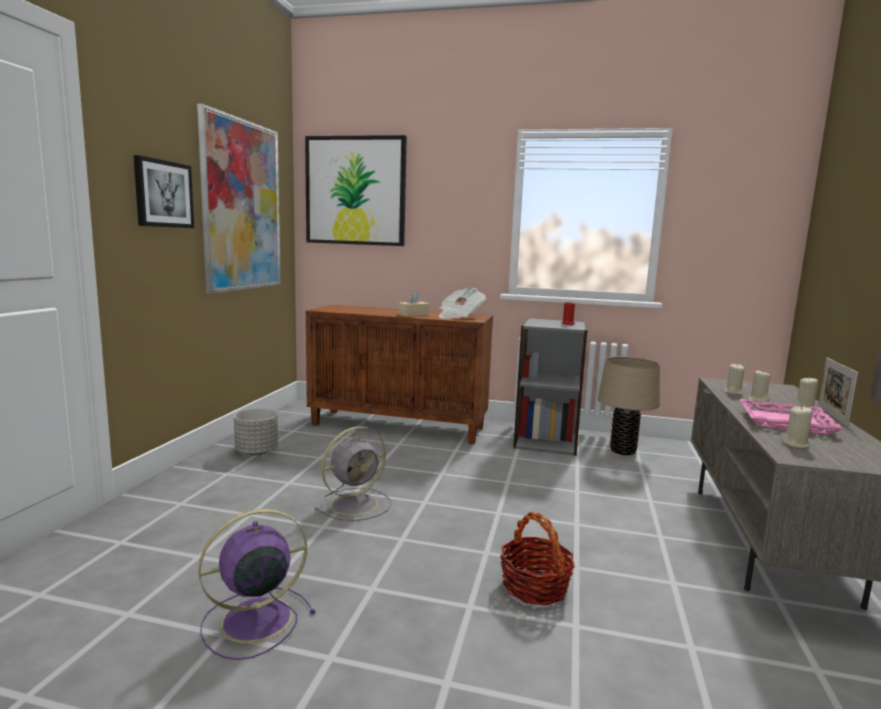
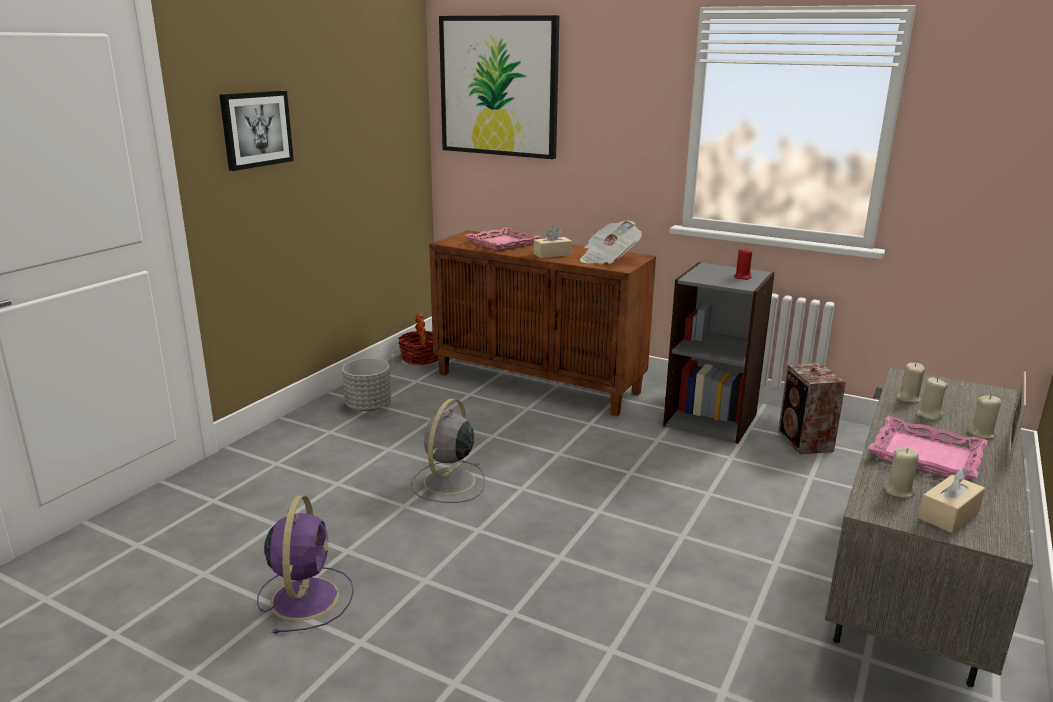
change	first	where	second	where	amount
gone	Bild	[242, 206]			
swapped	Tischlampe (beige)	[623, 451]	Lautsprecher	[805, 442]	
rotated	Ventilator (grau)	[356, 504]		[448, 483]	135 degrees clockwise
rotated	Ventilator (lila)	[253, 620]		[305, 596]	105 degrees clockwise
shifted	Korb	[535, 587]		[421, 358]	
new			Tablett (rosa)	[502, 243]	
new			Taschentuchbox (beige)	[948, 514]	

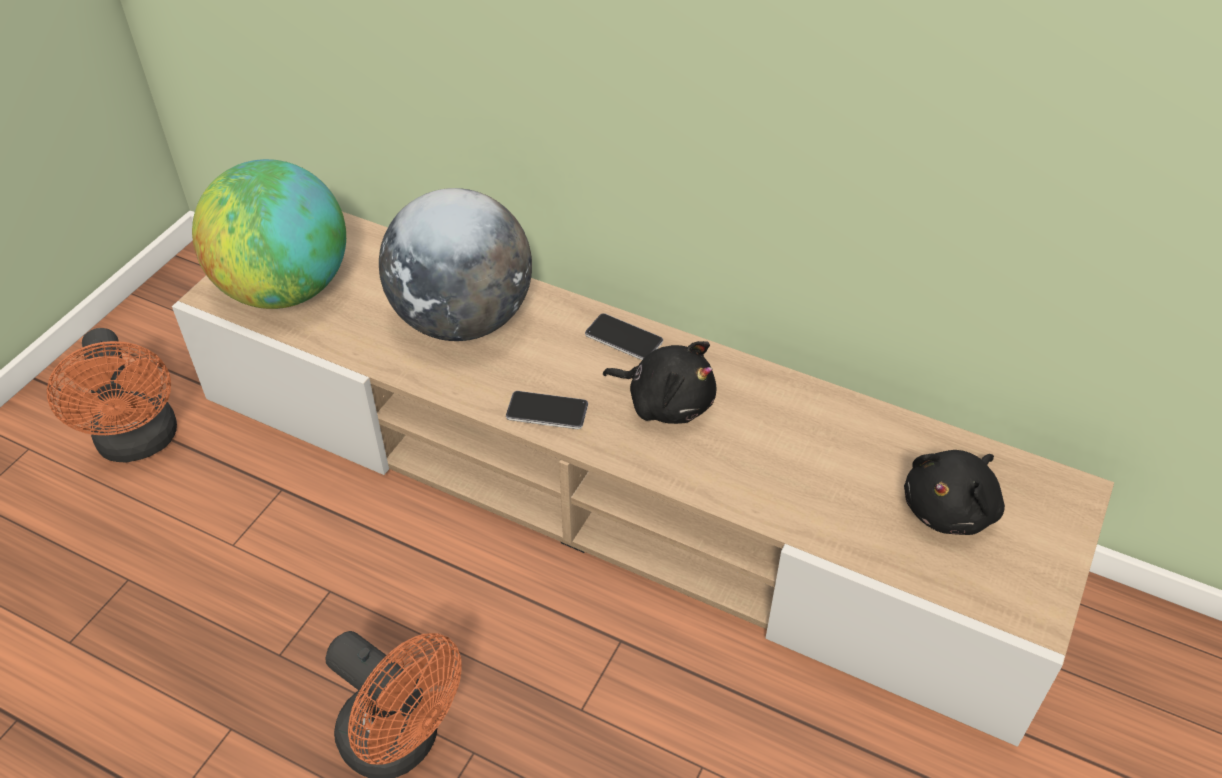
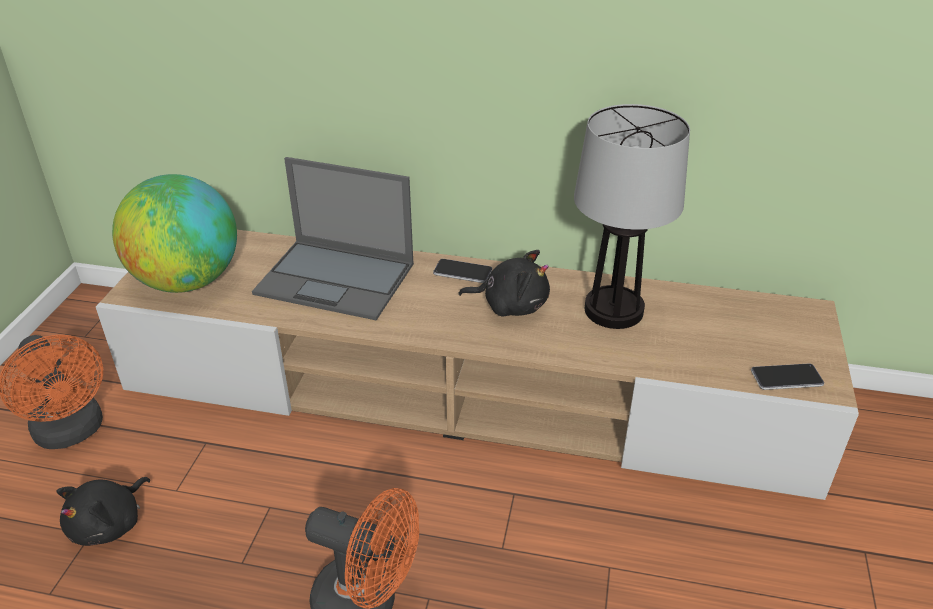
change	first	where	second	where	amount
swapped	Globus	[463, 319]	Laptop	[337, 279]	
shifted	Handy	[547, 411]		[786, 378]	
shifted	Plüschtier (schwarz)	[951, 508]		[110, 524]	
new			Tischlampe	[613, 309]	

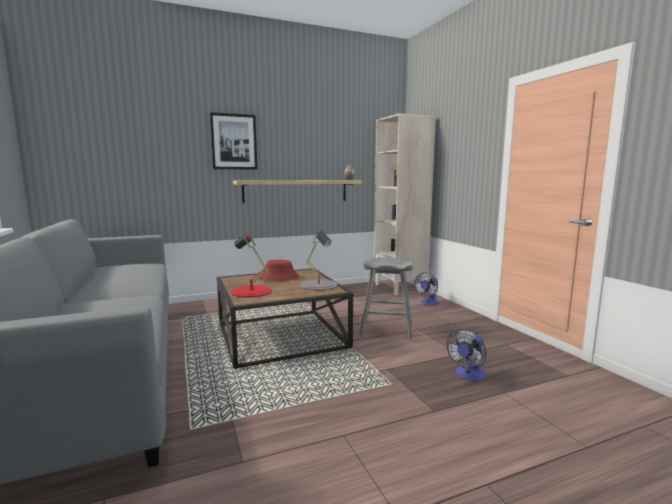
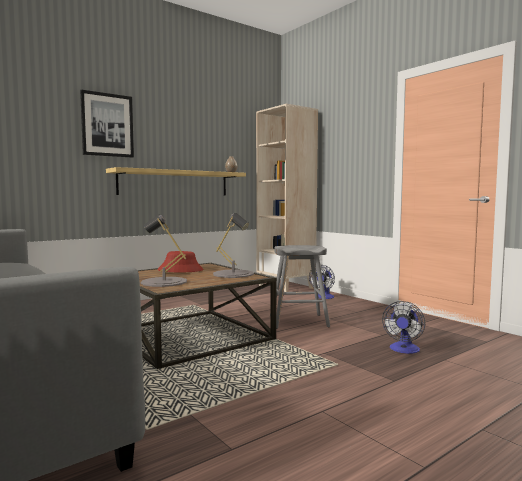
change	first	where	second	where	amount
repainted	Tischlampe (rot)	[251, 291]	Tischlampe (grau)	[164, 282]	

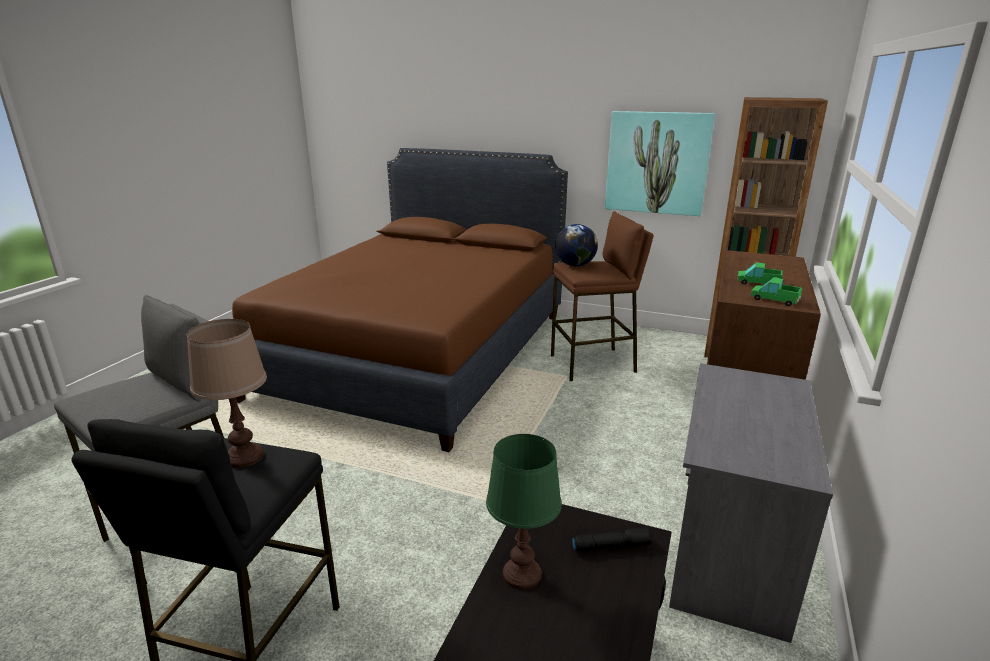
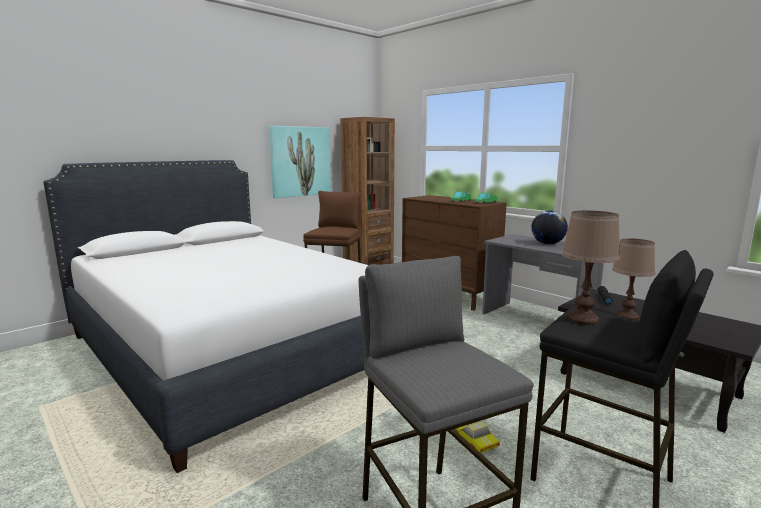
change	first	where	second	where	amount
repainted	Bett (braun)	[420, 353]	Bett (weiß)	[227, 350]	
shifted	Globus	[575, 265]		[547, 244]	
repainted	Tischlampe (grün)	[521, 574]	Tischlampe (braun)	[627, 316]	
new			Spielzeugauto	[473, 440]	

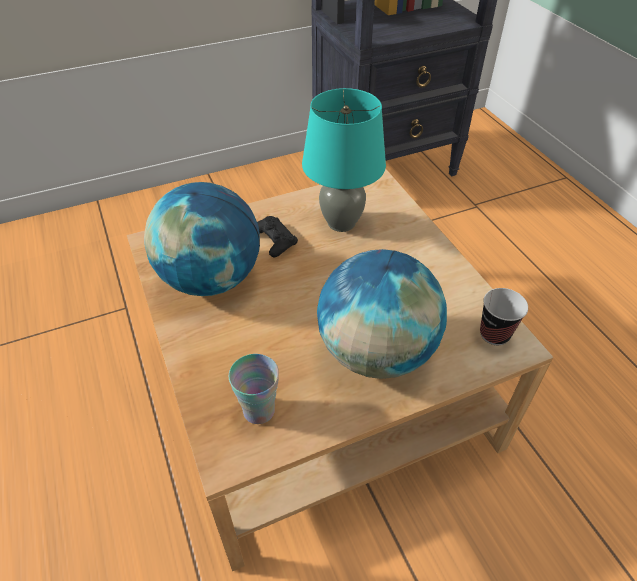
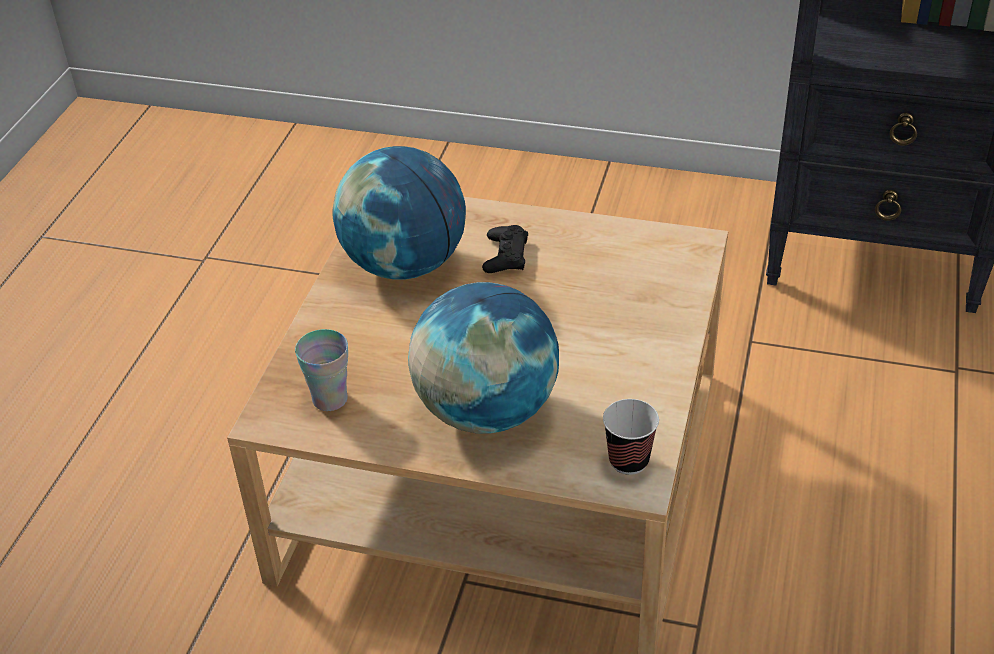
change	first	where	second	where	amount
gone	Tischlampe (türkis)	[341, 223]			

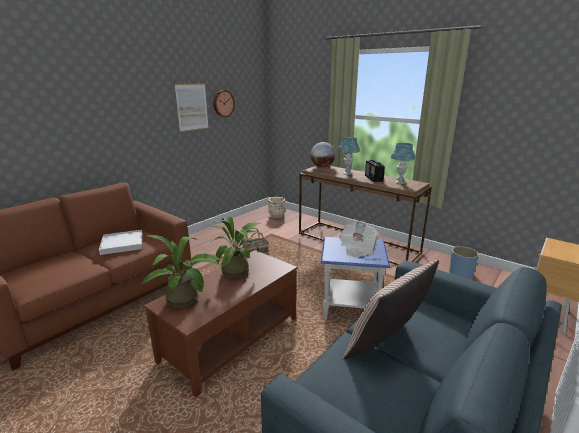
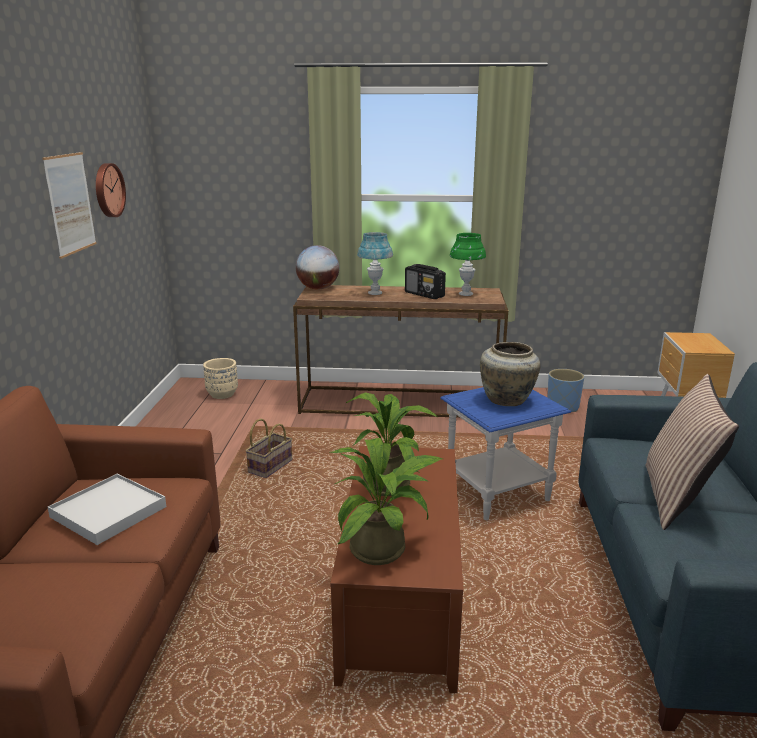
change	first	where	second	where	amount
repainted	Tischlampe (blau)	[400, 182]	Tischlampe (grün)	[466, 294]	
swapped	Zeitung	[357, 249]	Vase (beige)	[507, 400]	

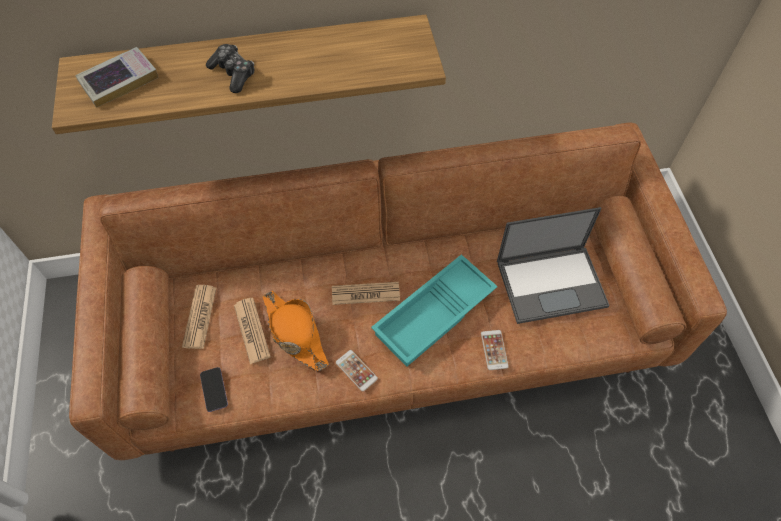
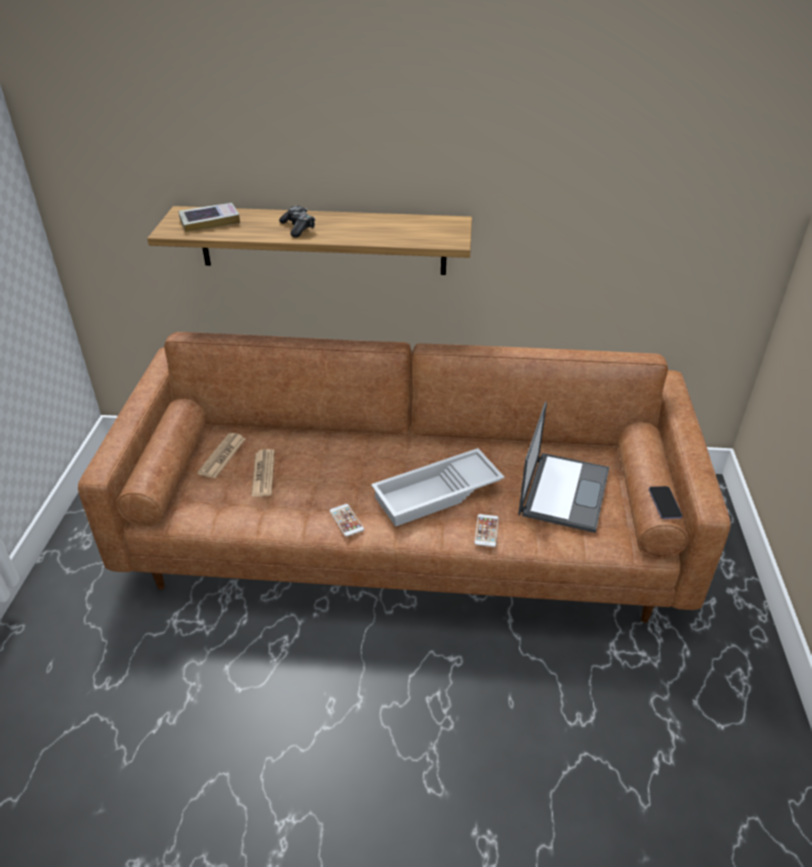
change	first	where	second	where	amount
rotated	Laptop	[552, 283]		[564, 491]	75 degrees counterclockwise
repainted	Tablett (türkis)	[434, 316]	Tablett (weiß)	[437, 494]	
gone	Zeitung	[365, 293]			
gone	Hut (orange)	[294, 333]			
shifted	Handy	[214, 390]		[664, 503]	

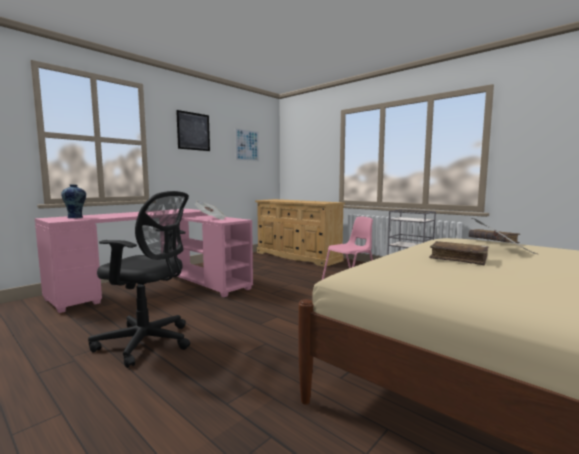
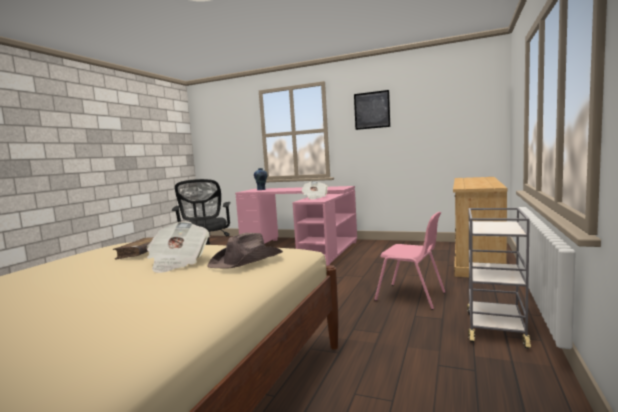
change	first	where	second	where	amount
gone	Bild	[247, 145]			
swapped	Buch (braun)	[492, 241]	Hut (braun)	[247, 260]	

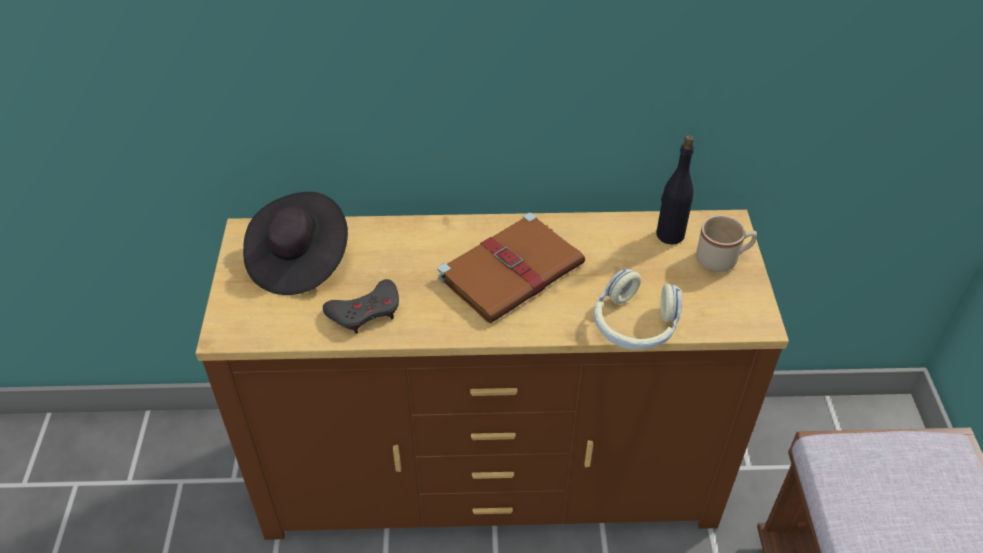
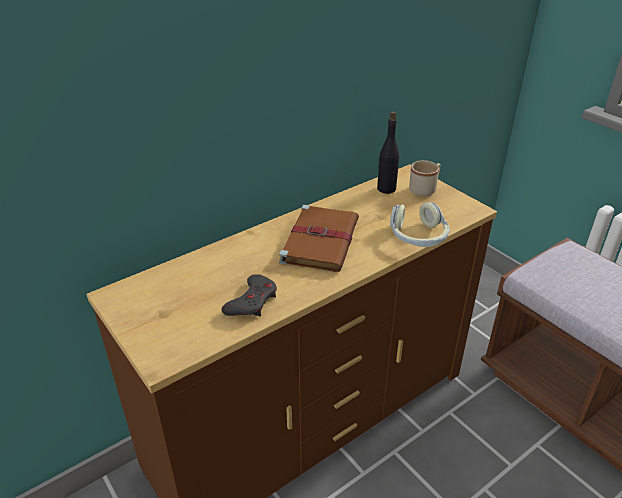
change	first	where	second	where	amount
gone	Hut (schwarz)	[298, 261]			

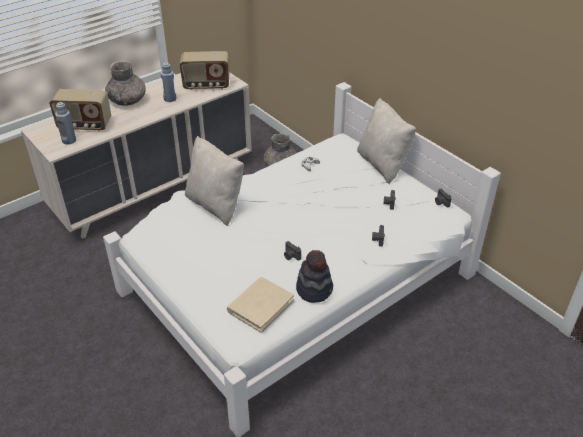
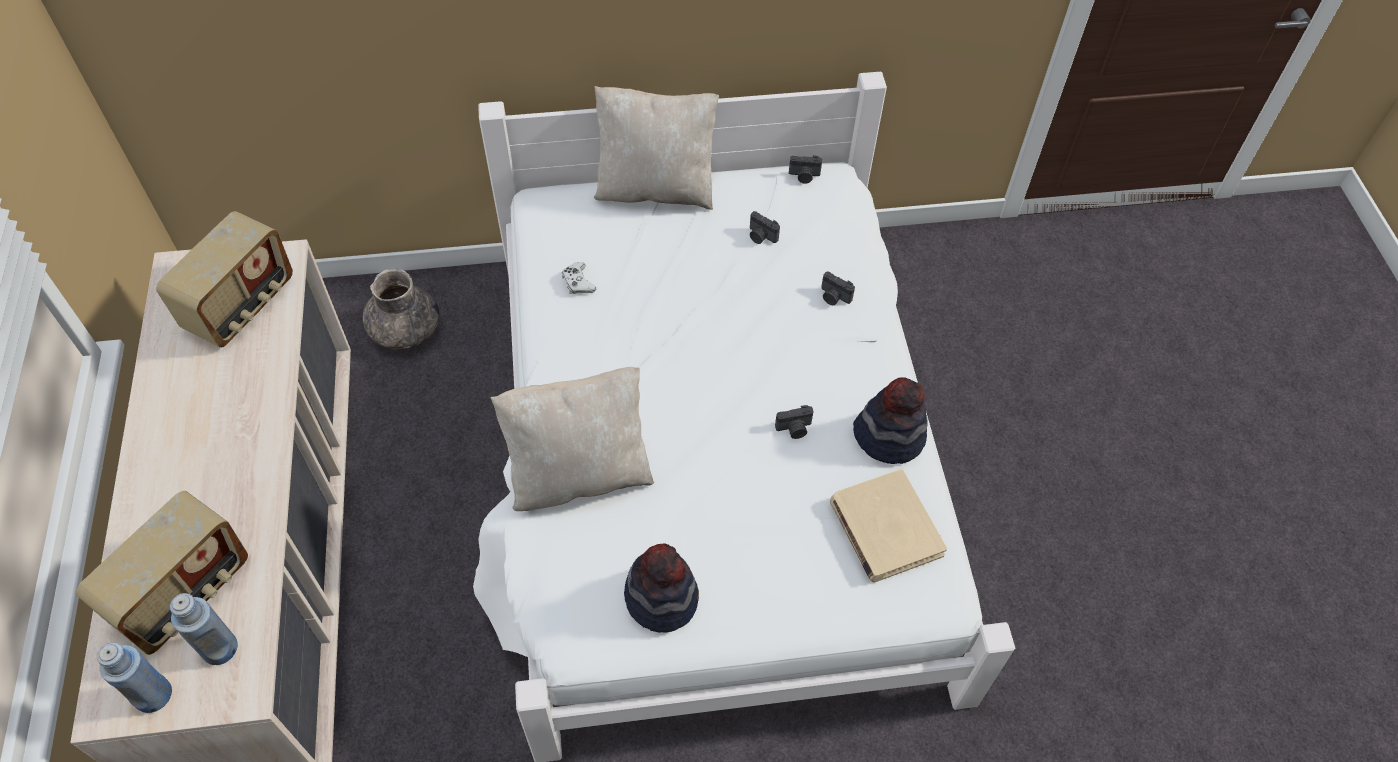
change	first	where	second	where	amount
gone	Vase (grau)	[127, 100]			
shifted	Flasche (blau)	[170, 99]		[153, 695]	
new			Hut	[661, 597]	

